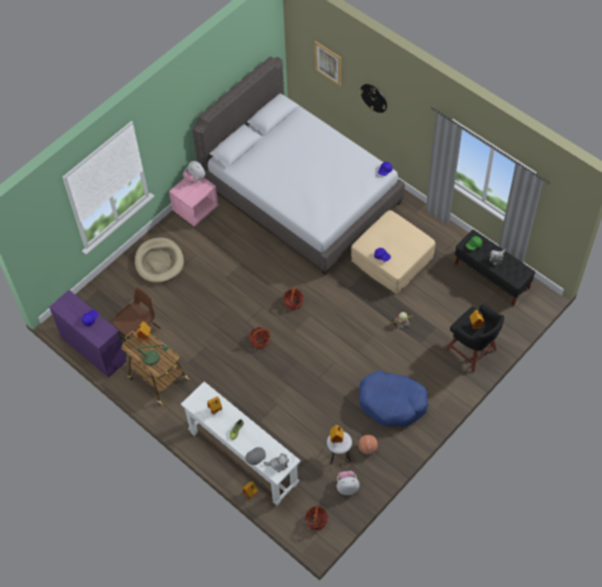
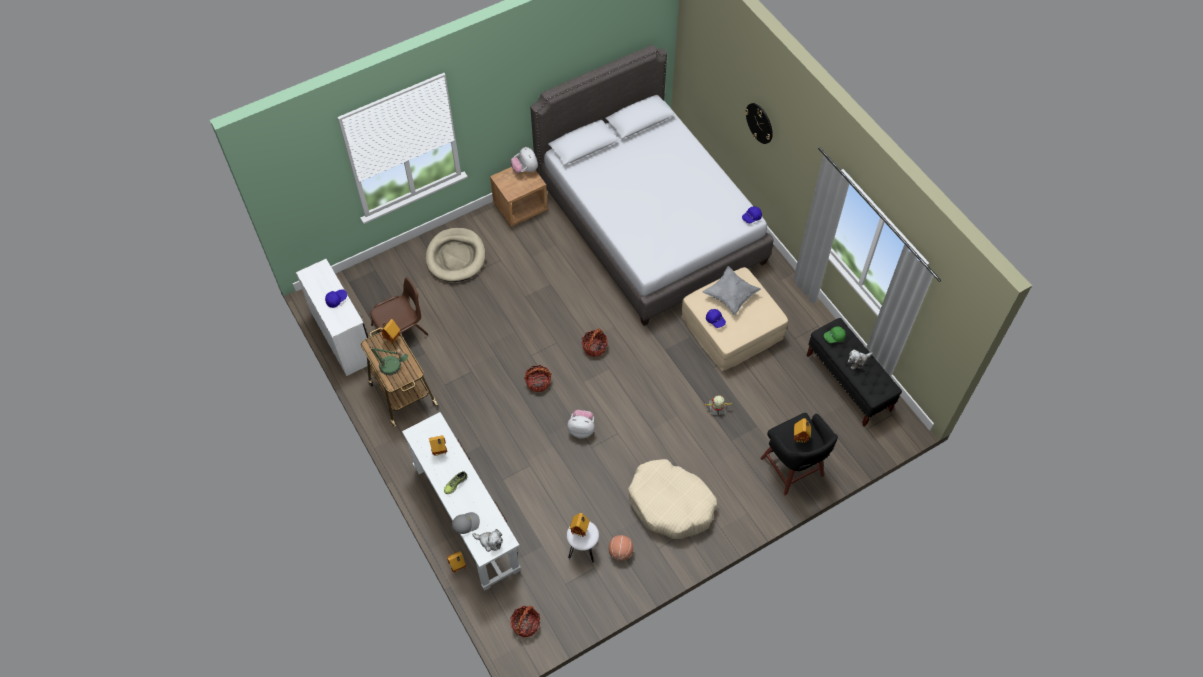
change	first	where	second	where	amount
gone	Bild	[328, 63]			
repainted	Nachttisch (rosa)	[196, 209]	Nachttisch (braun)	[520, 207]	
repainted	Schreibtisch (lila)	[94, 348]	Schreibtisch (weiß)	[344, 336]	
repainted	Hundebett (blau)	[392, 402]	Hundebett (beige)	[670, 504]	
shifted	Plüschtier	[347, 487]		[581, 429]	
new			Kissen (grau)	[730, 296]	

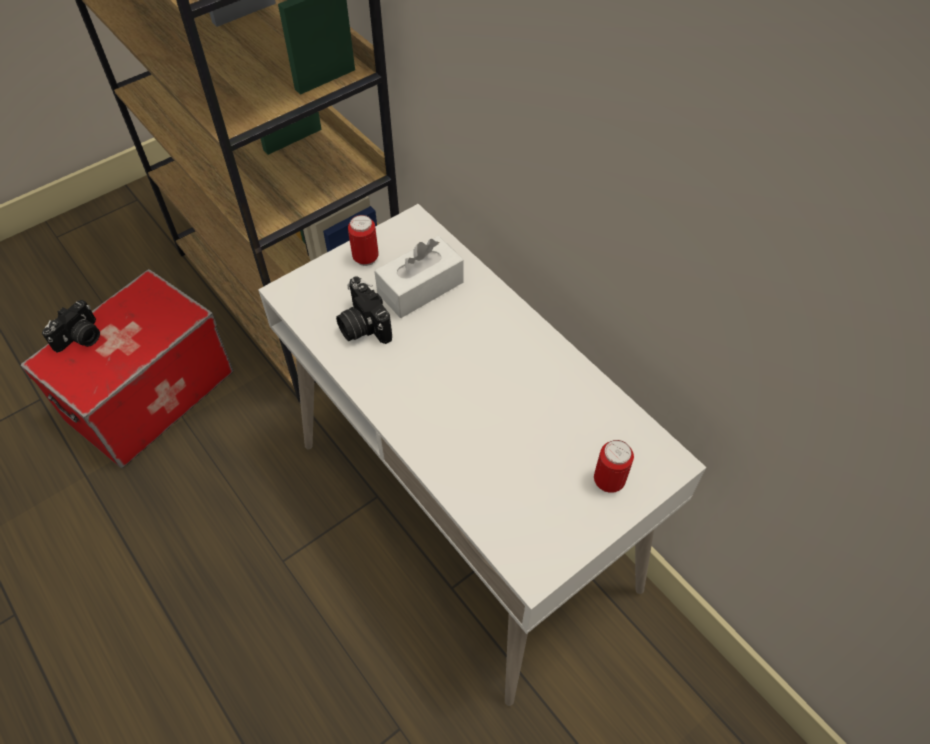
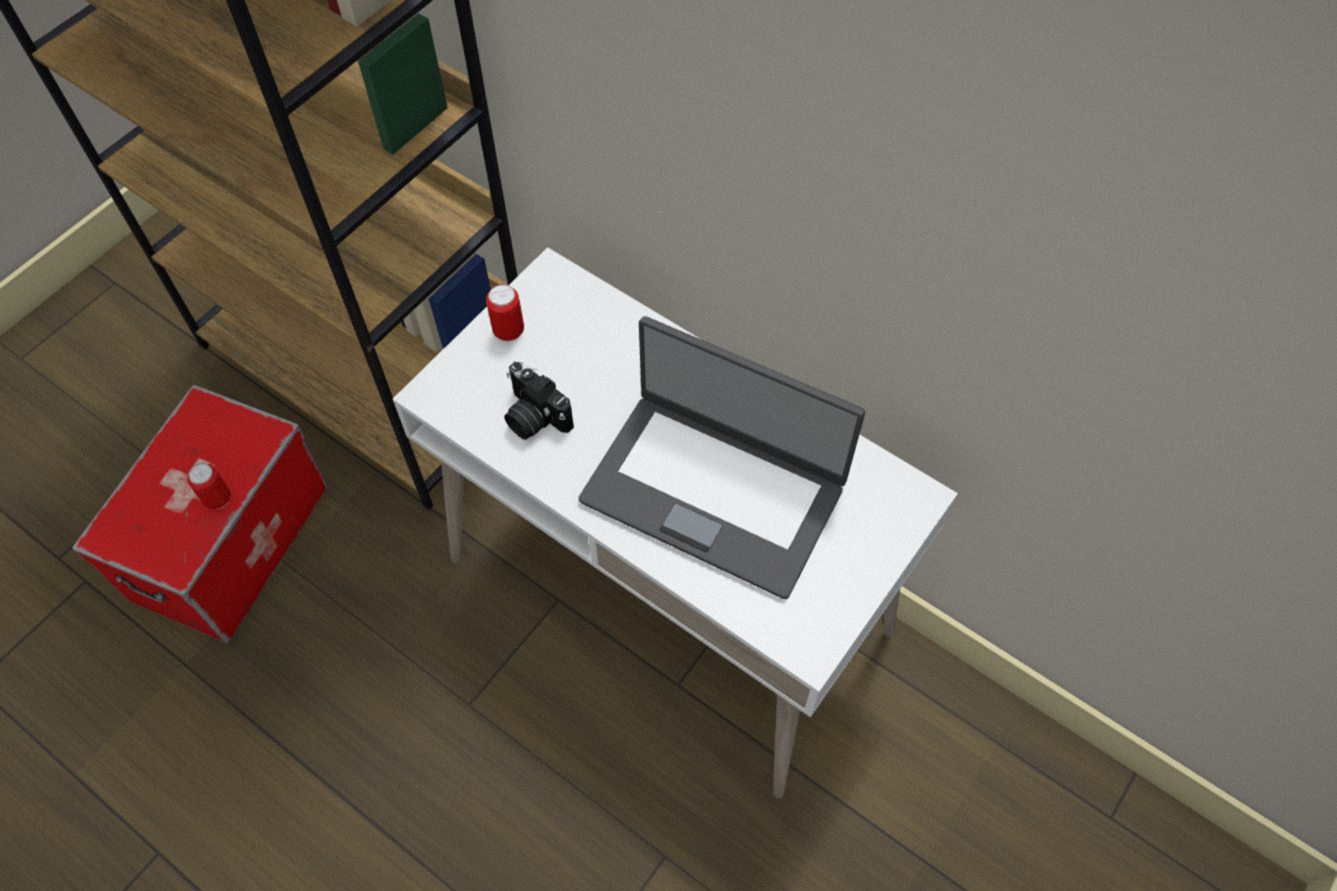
change	first	where	second	where	amount
gone	Taschentuchbox (weiß)	[420, 288]			
gone	Kamera	[81, 338]			
shifted	Dose	[608, 481]		[218, 499]	
new			Laptop	[714, 490]	

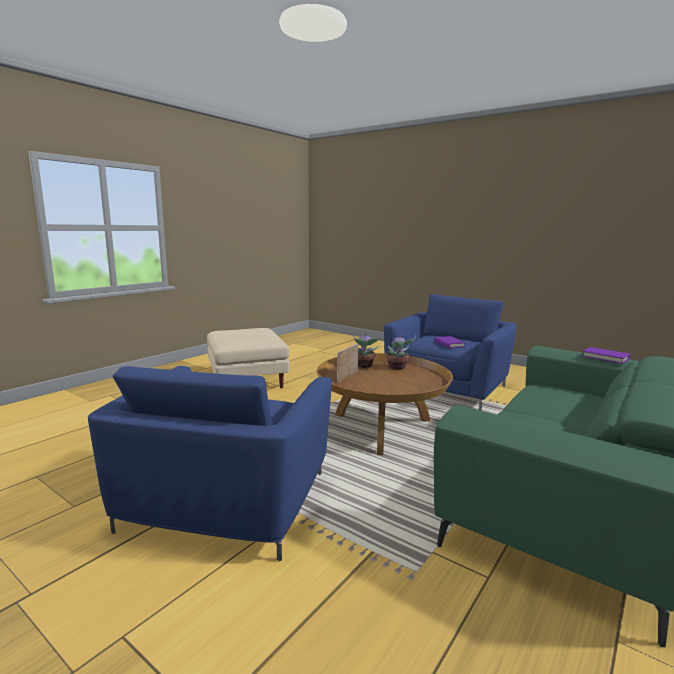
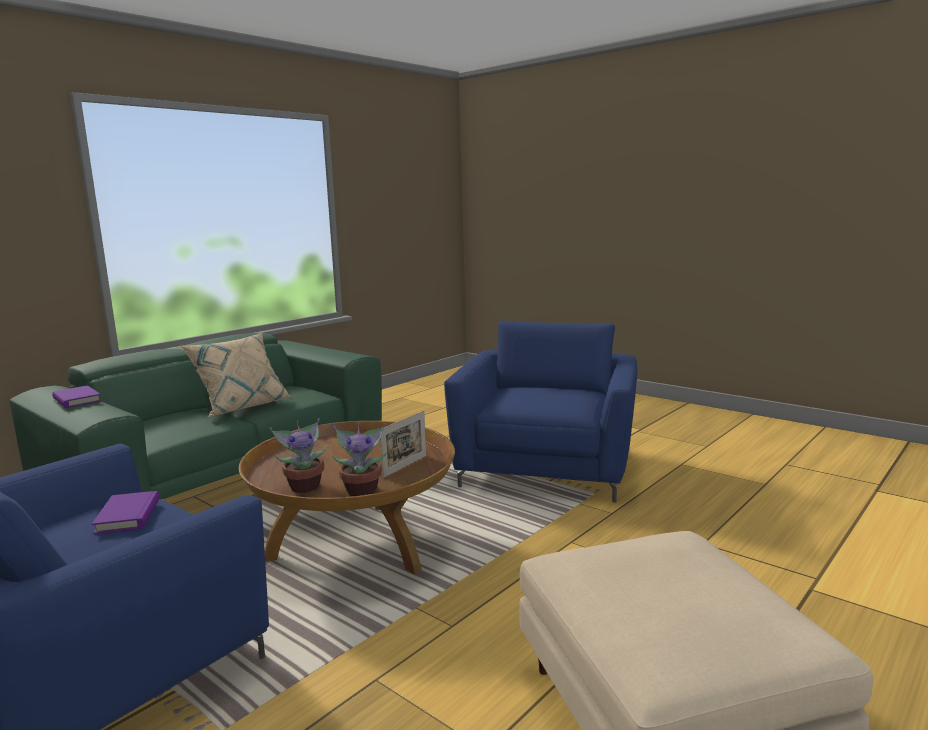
change	first	where	second	where	amount
new			Kissen (beige)	[242, 406]	

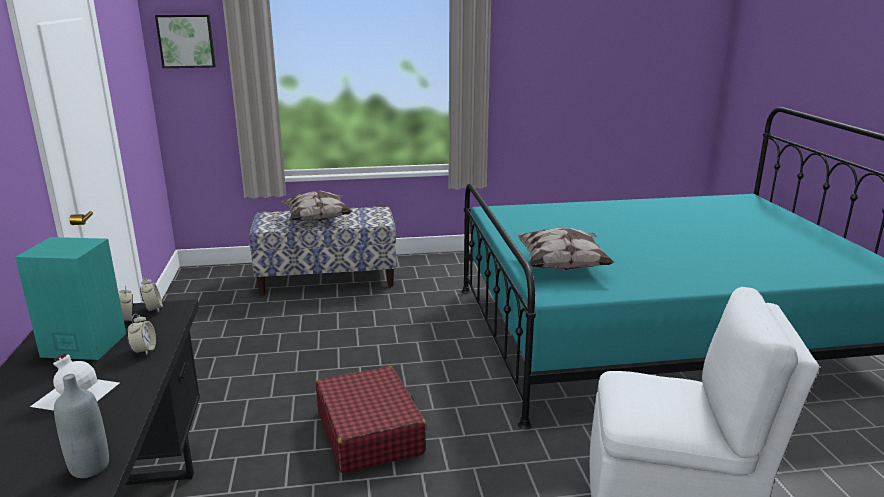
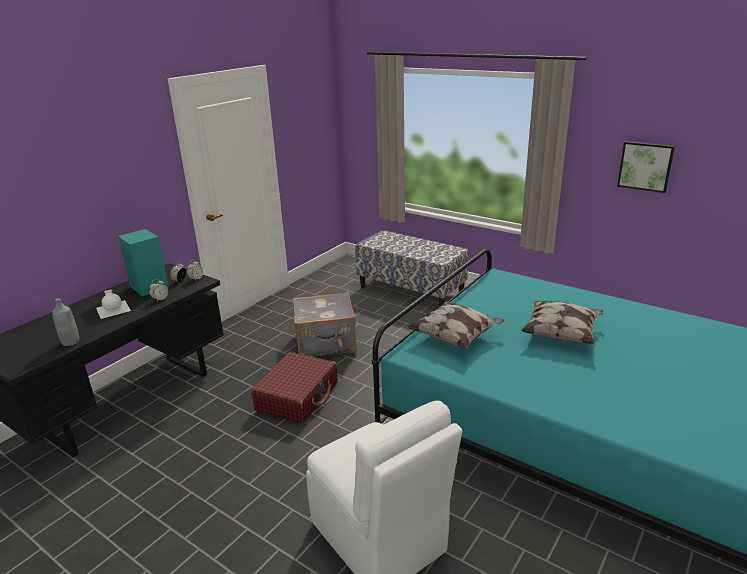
change	first	where	second	where	amount
shifted	Bild	[186, 41]		[645, 166]	
shifted	Kissen	[318, 219]		[561, 334]	
new			Koffer (grau)	[326, 343]	

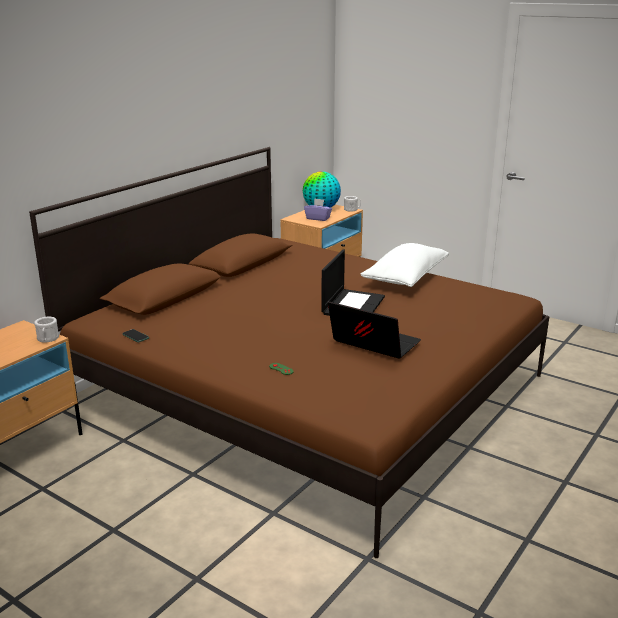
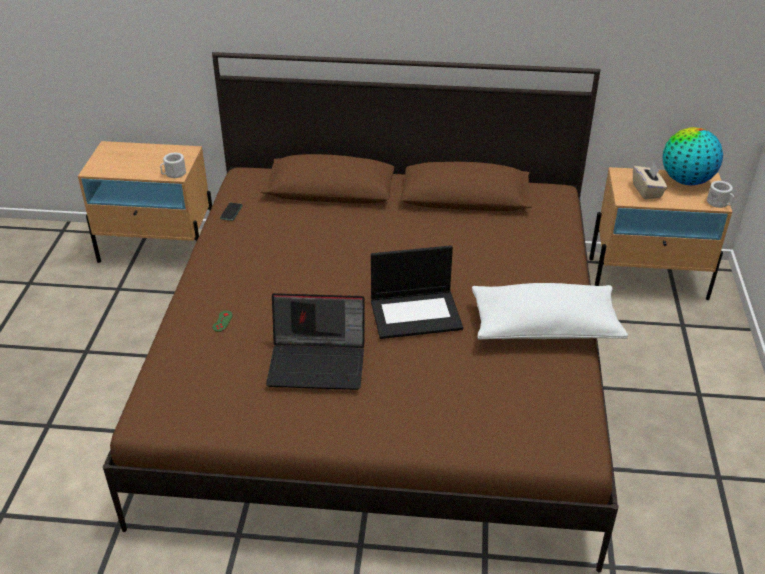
change	first	where	second	where	amount
repainted	Taschentuchbox (lila)	[318, 218]	Taschentuchbox (beige)	[647, 191]	
rotated	Laptop	[372, 344]		[318, 362]	90 degrees clockwise

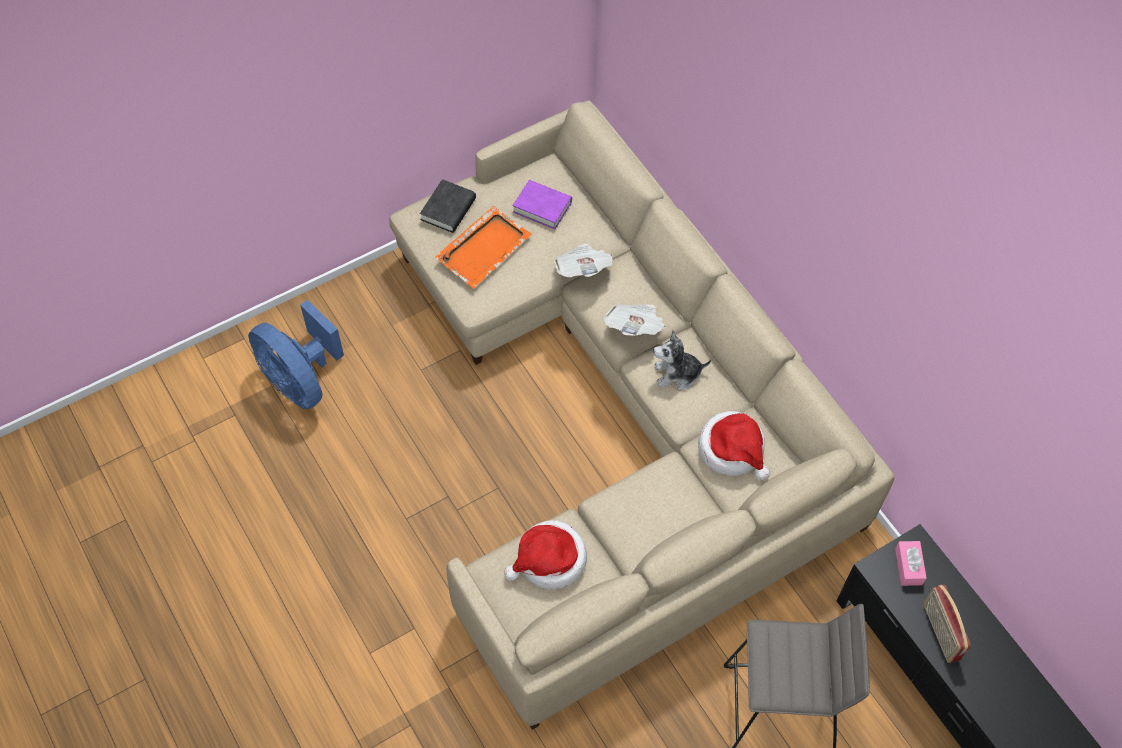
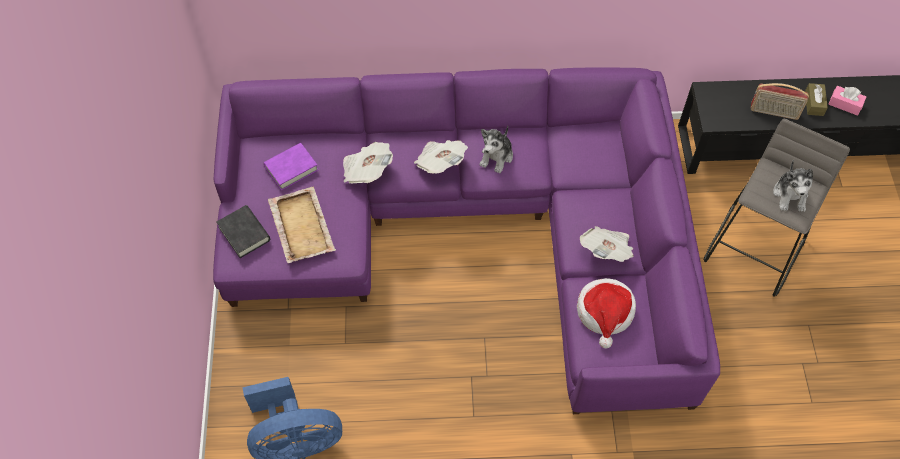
change	first	where	second	where	amount
repainted	Sofa (beige)	[619, 415]	Sofa (lila)	[472, 227]	
repainted	Tablett (orange)	[484, 248]	Tablett (beige)	[301, 225]	
gone	Hut	[732, 450]			
shifted	Taschentuchbox (rosa)	[908, 566]		[845, 104]	
new			Taschentuchbox (braun)	[814, 103]	
new			Plüschtier	[790, 195]	
new			Zeitung	[606, 251]	

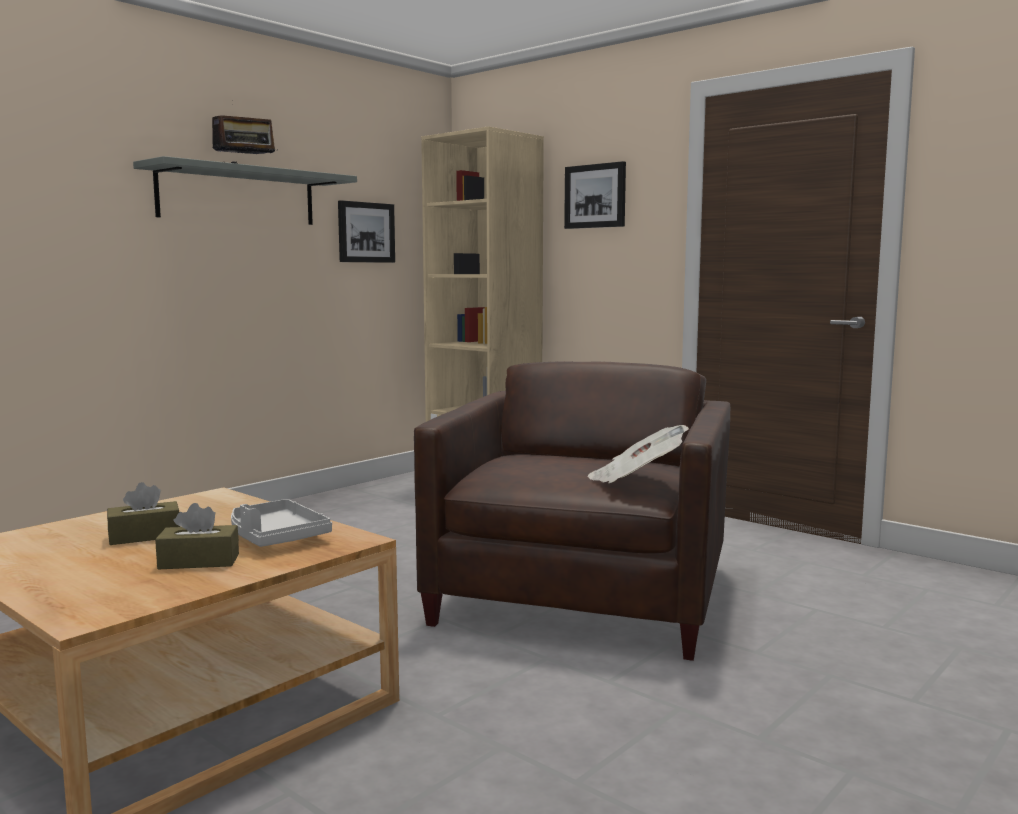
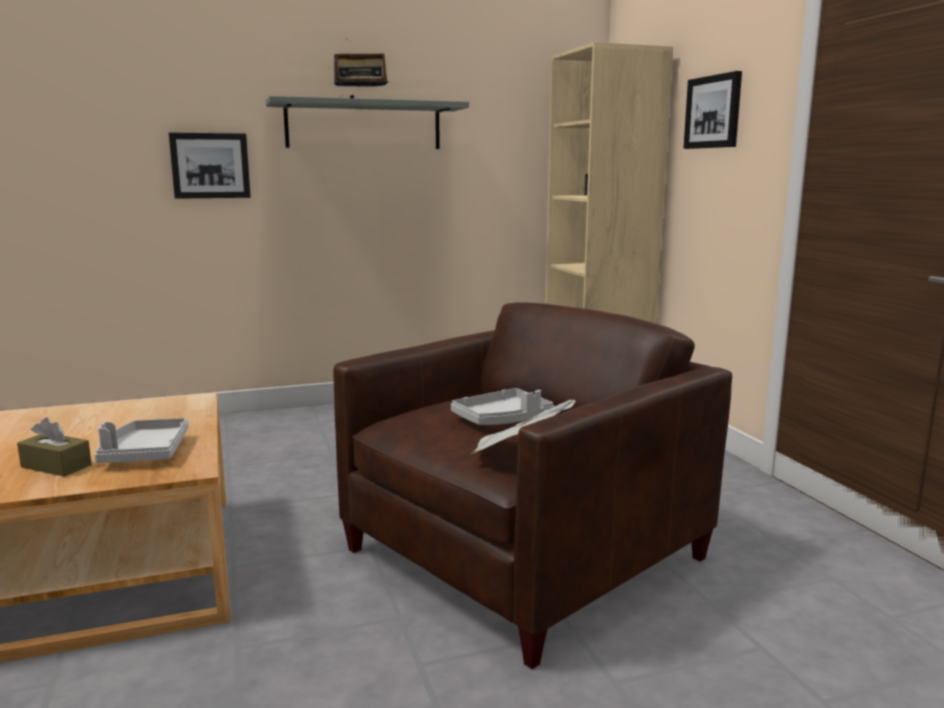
change	first	where	second	where	amount
shifted	Bild	[365, 232]		[210, 165]	
gone	Taschentuchbox (braun)	[145, 536]			
new			Tablett (grau)	[502, 420]	

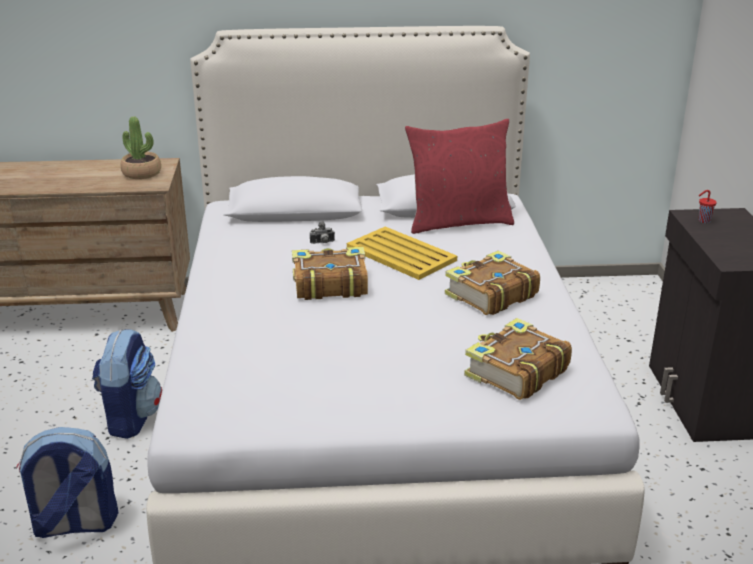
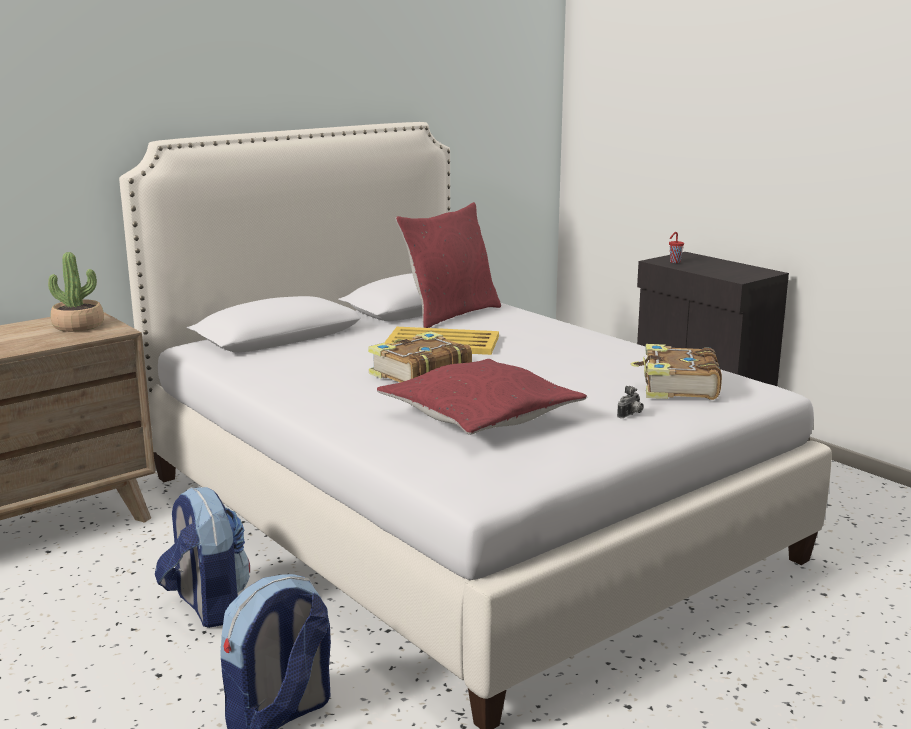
change	first	where	second	where	amount
shifted	Kamera	[322, 243]		[631, 415]	
gone	Buch	[490, 295]			
new			Kissen (rot)	[480, 415]	

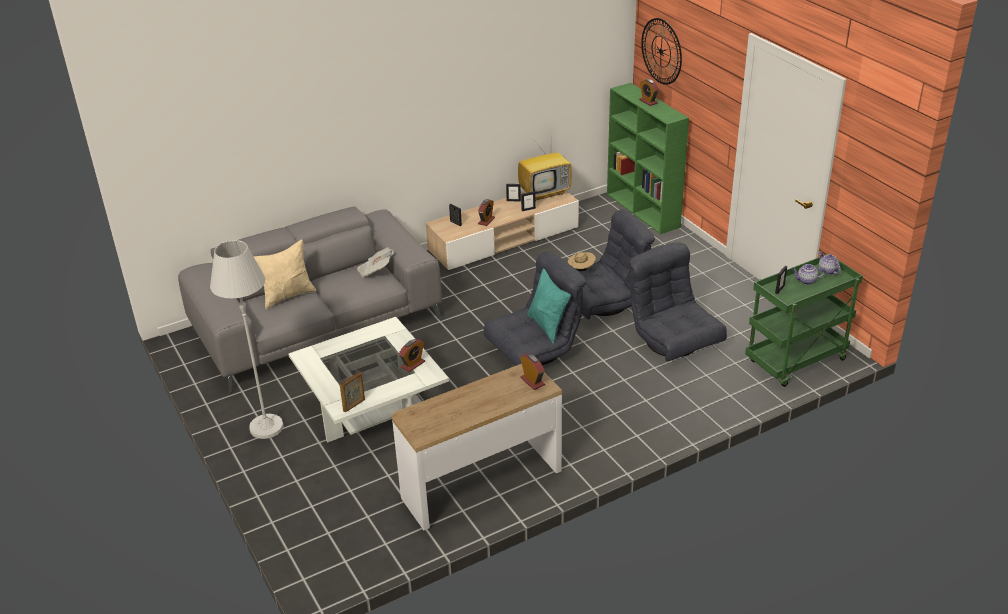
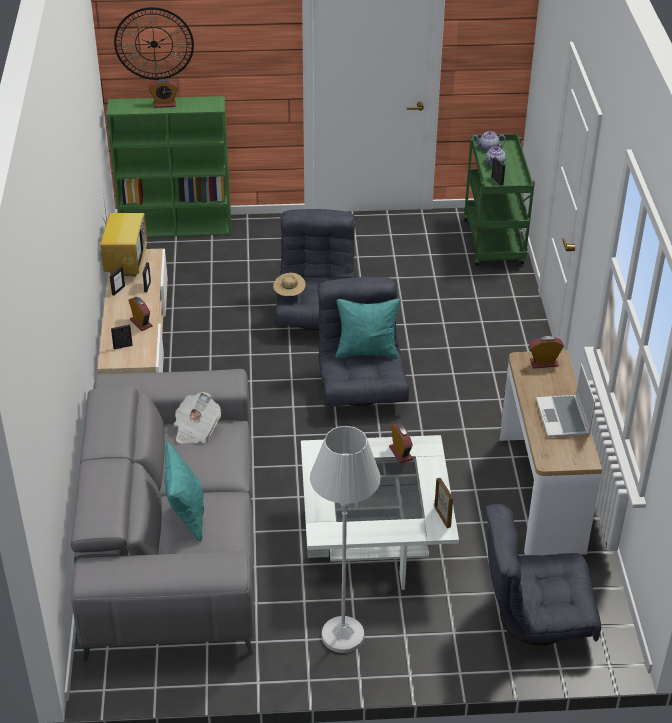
change	first	where	second	where	amount
repainted	Kissen (beige)	[287, 296]	Kissen (türkis)	[186, 516]	
shifted	Sessel (grau)	[673, 342]		[535, 616]	
new			Laptop	[564, 418]	

